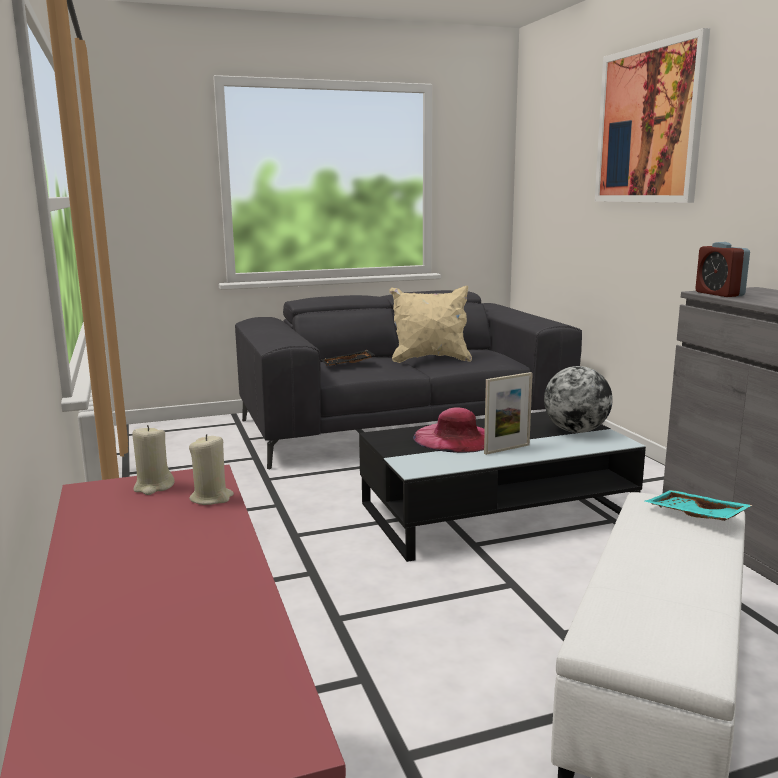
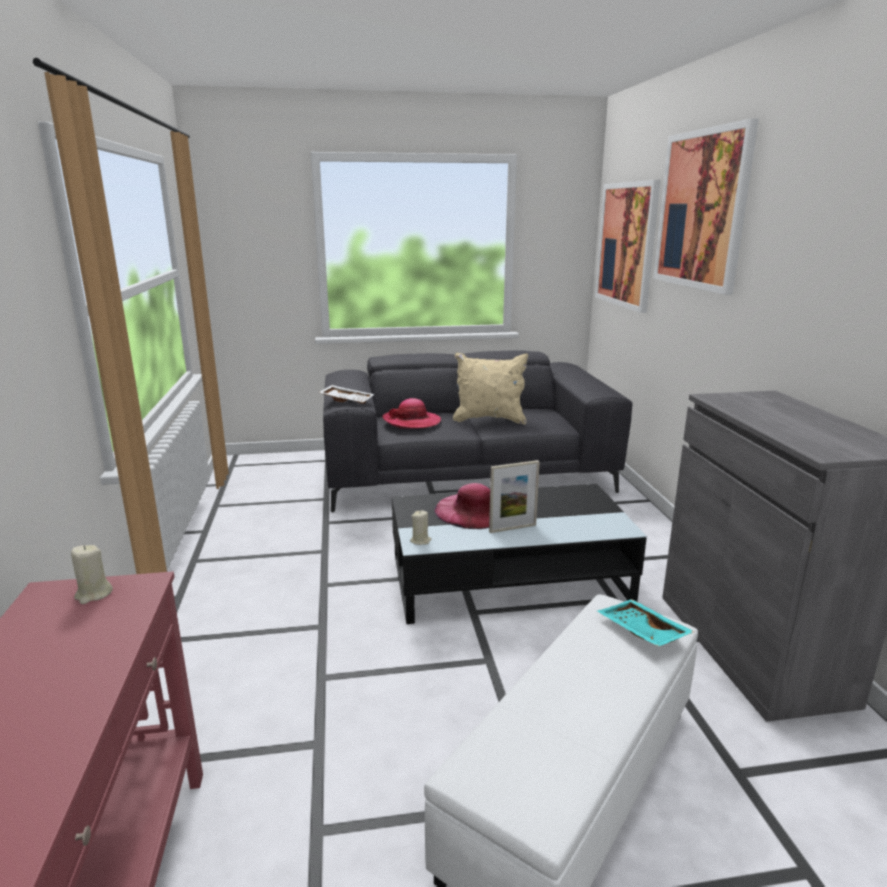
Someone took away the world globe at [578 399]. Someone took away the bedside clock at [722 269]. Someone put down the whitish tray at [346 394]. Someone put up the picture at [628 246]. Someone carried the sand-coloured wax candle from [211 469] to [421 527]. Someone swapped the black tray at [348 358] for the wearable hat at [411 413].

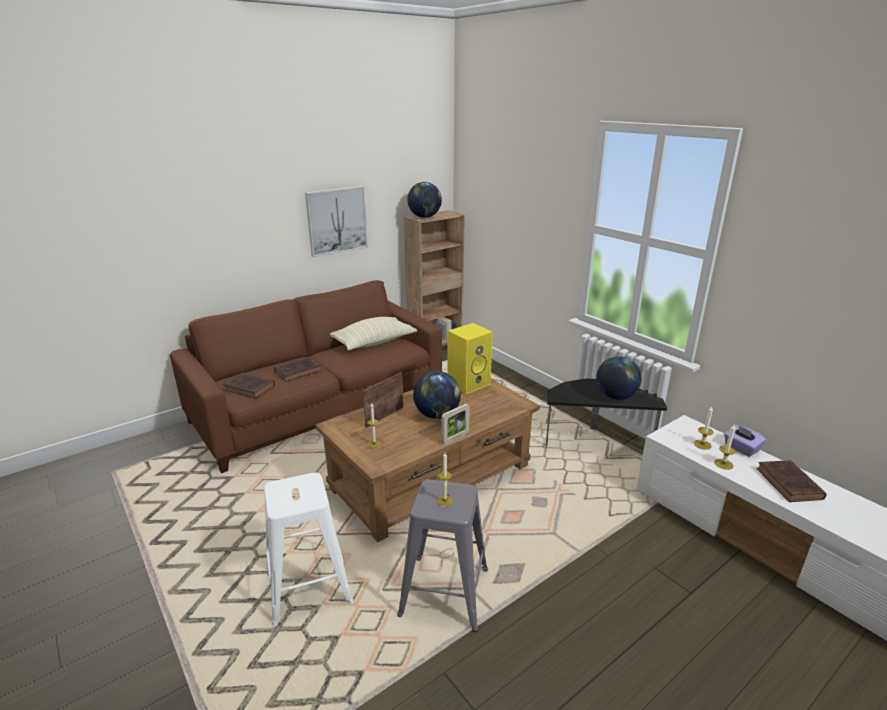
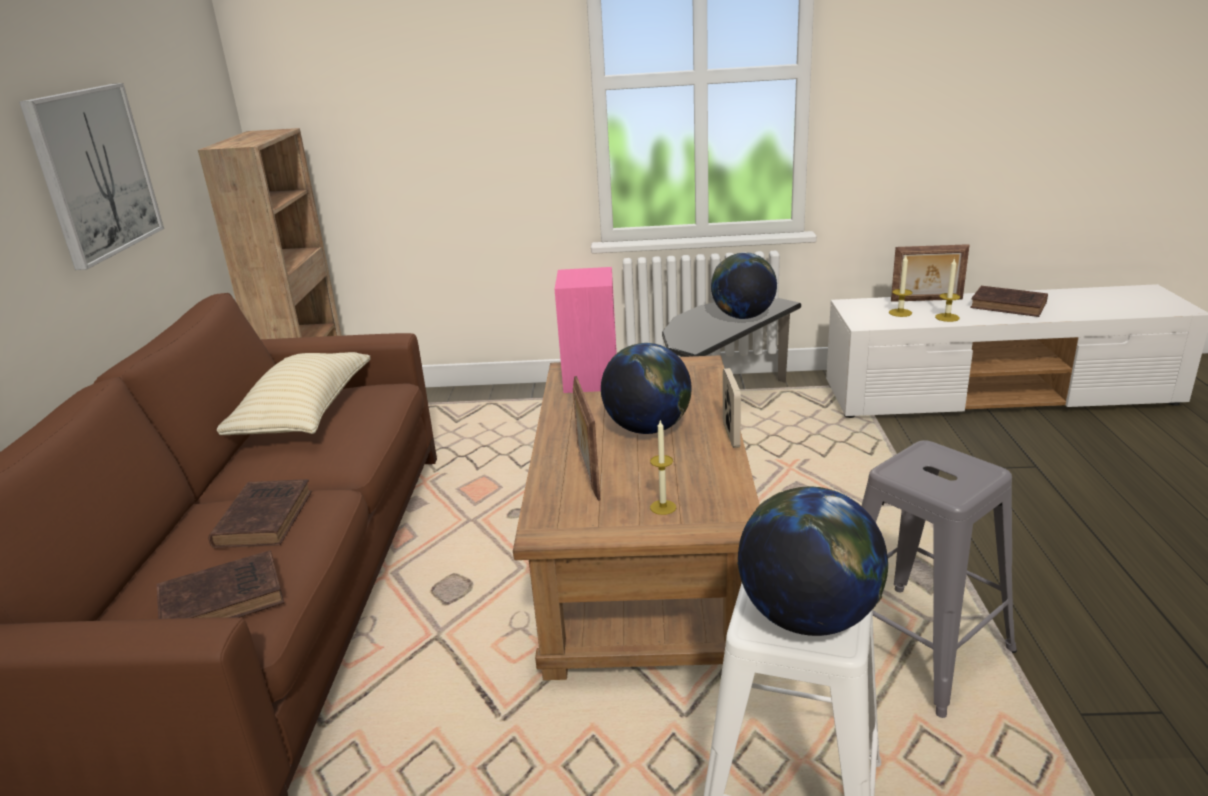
Someone took away the wax candle at [445 479]. Someone carried the world globe from [424 200] to [812 561]. Someone swapped the purple tissue box at [745 440] for the standing frame at [930 273]. Someone repainted the yellow speaker at [470 358], which became the pink speaker at [586 330].

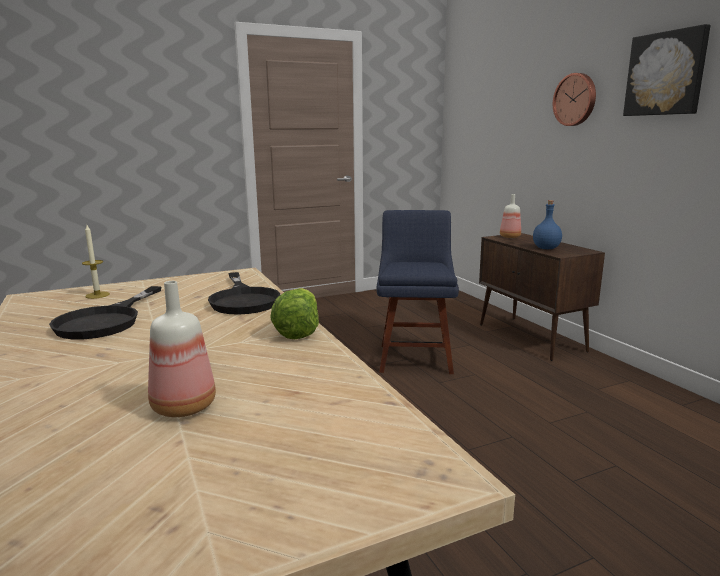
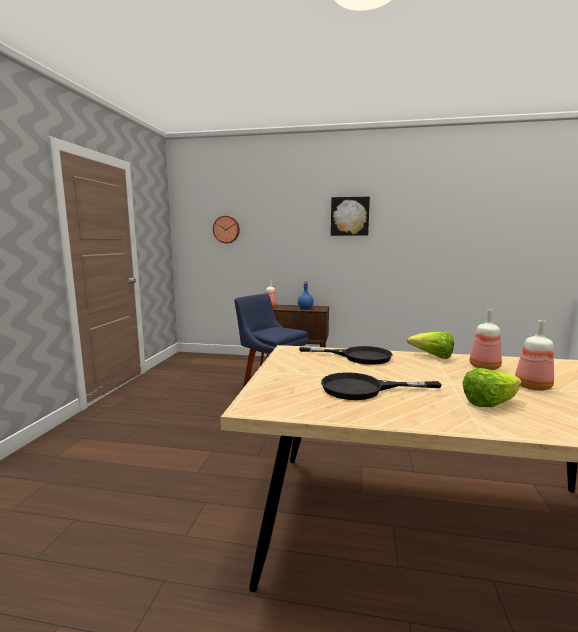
Someone took away the wax candle at [96 262]. Someone put down the lettuce head at [492 387]. Someone put down the drink bottle at [485 339]. Someone carried the hanging clock from [574 99] to [226 229]. Someone rotated the black frying pan at [105 312] by 135 degrees clockwise.

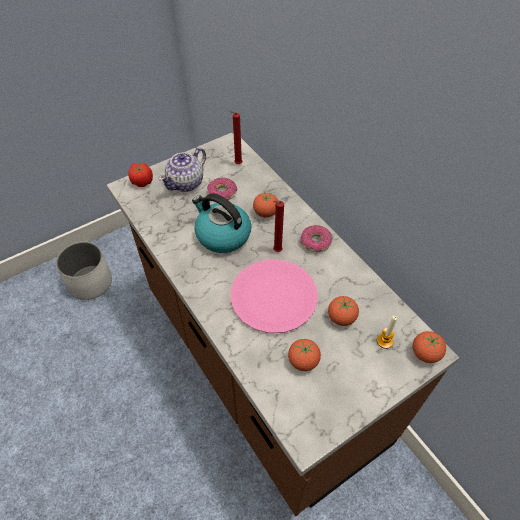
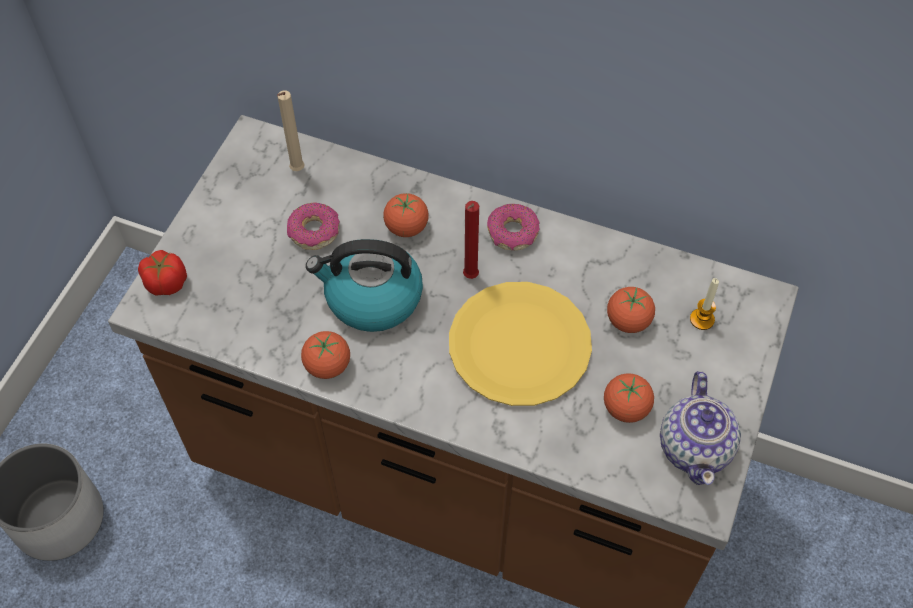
Someone carried the tea pot from [182 170] to [700 428]. Someone carried the fresh tomato from [429 347] to [325 355]. Someone repainted the red-coloured wax candle at [236 137], which became the sand-coloured wax candle at [291 130]. Someone repainted the pink dinner plate at [274 296], which became the yellow dinner plate at [520 344].

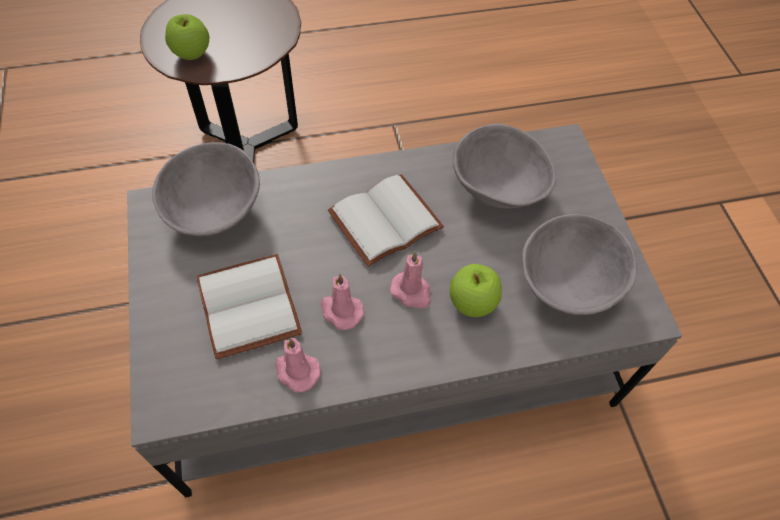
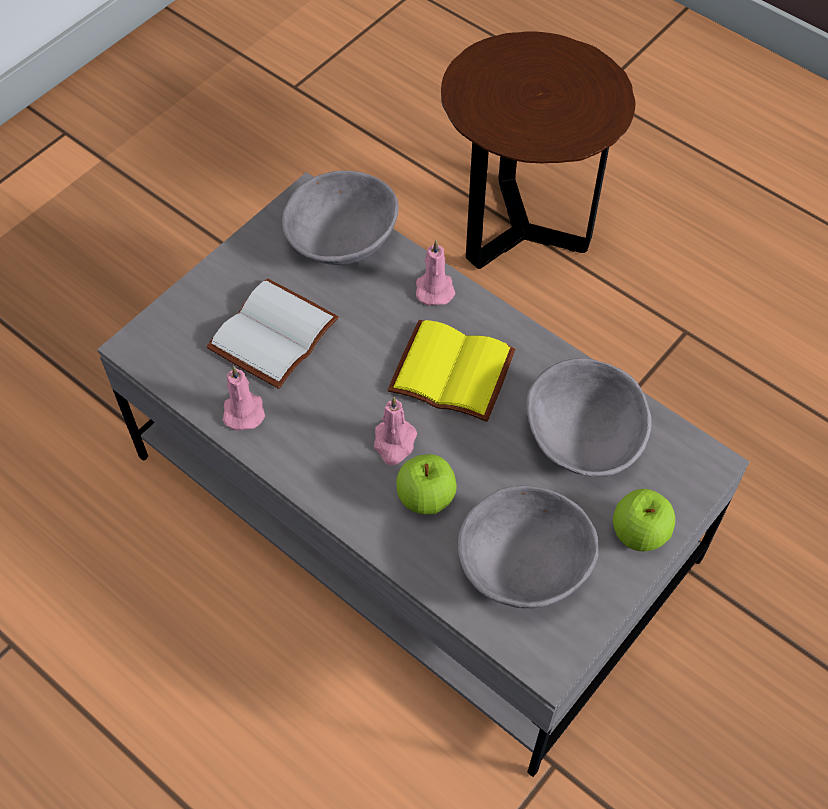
Someone carried the whole apple from [187 37] to [644 520]. Someone carried the pink wax candle from [342 302] to [435 272]. Someone repainted the whitish volume at [386 220], which became the yellow volume at [452 371].

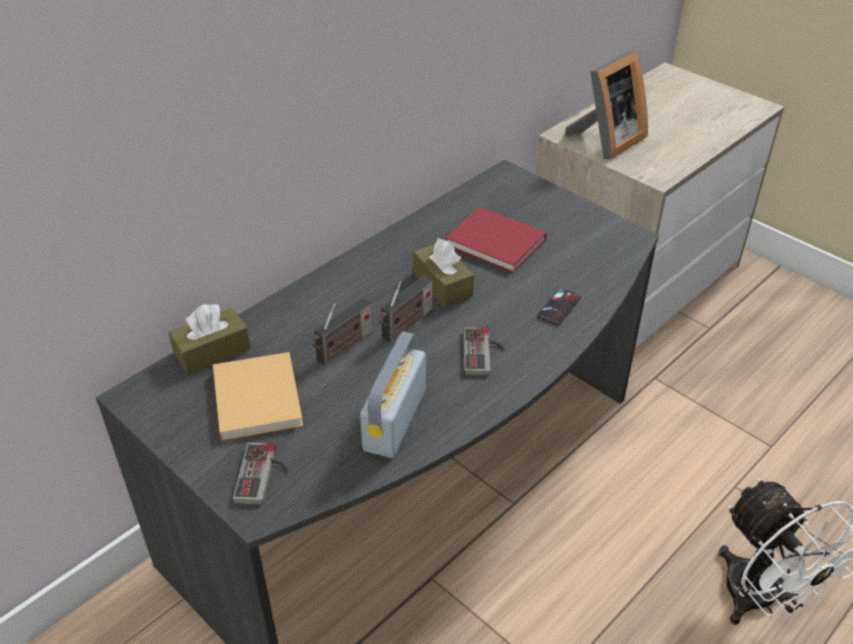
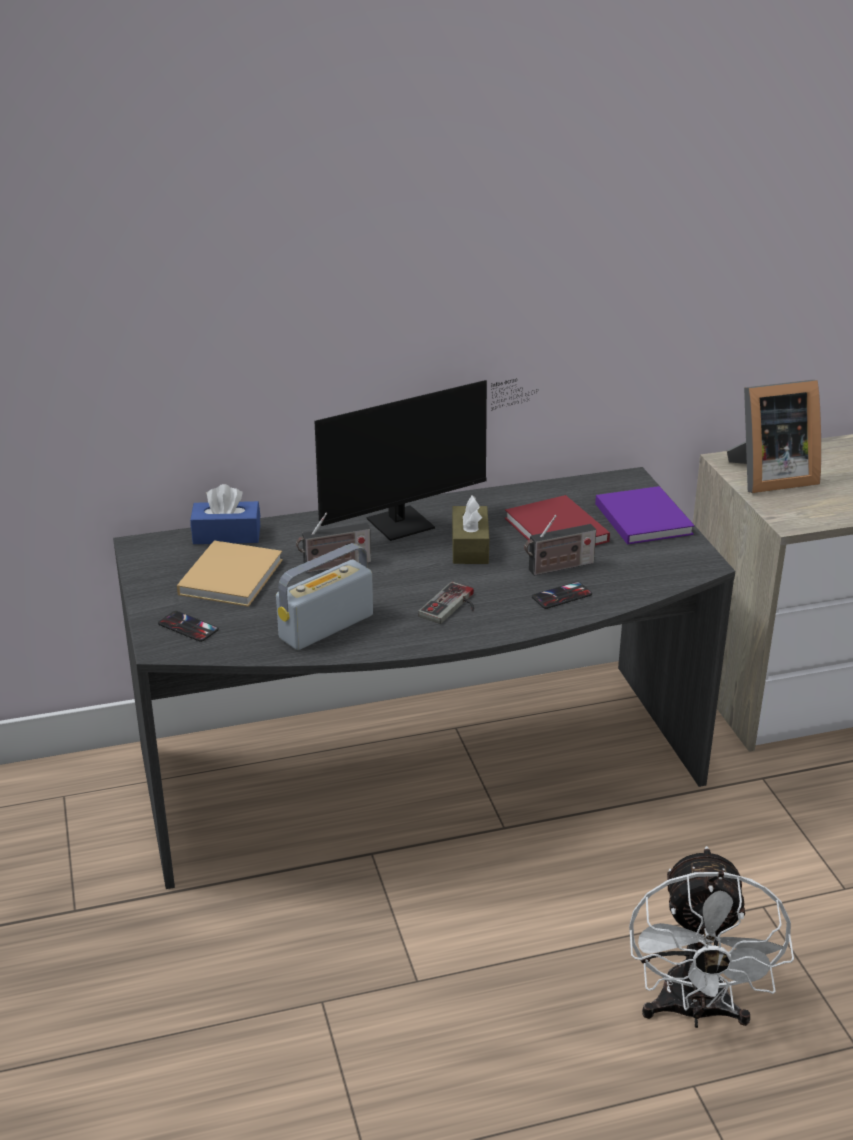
Someone put down the monitor at [426 459]. Someone put down the purple volume at [645 515]. Someone carried the radio set from [406 309] to [560 545]. Someone swapped the gamepad at [260 473] for the handset at [188 626]. Someone repainted the brownish tissue box at [209 339], which became the bluish tissue box at [225 514].

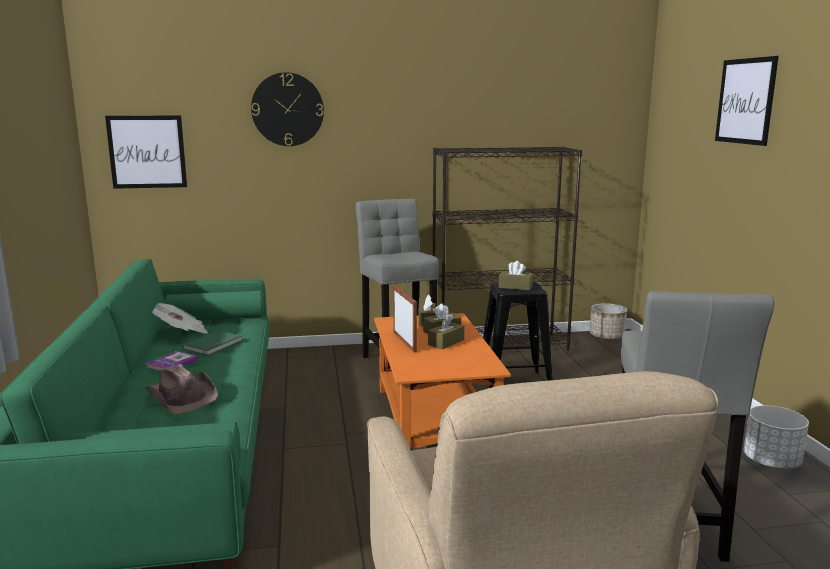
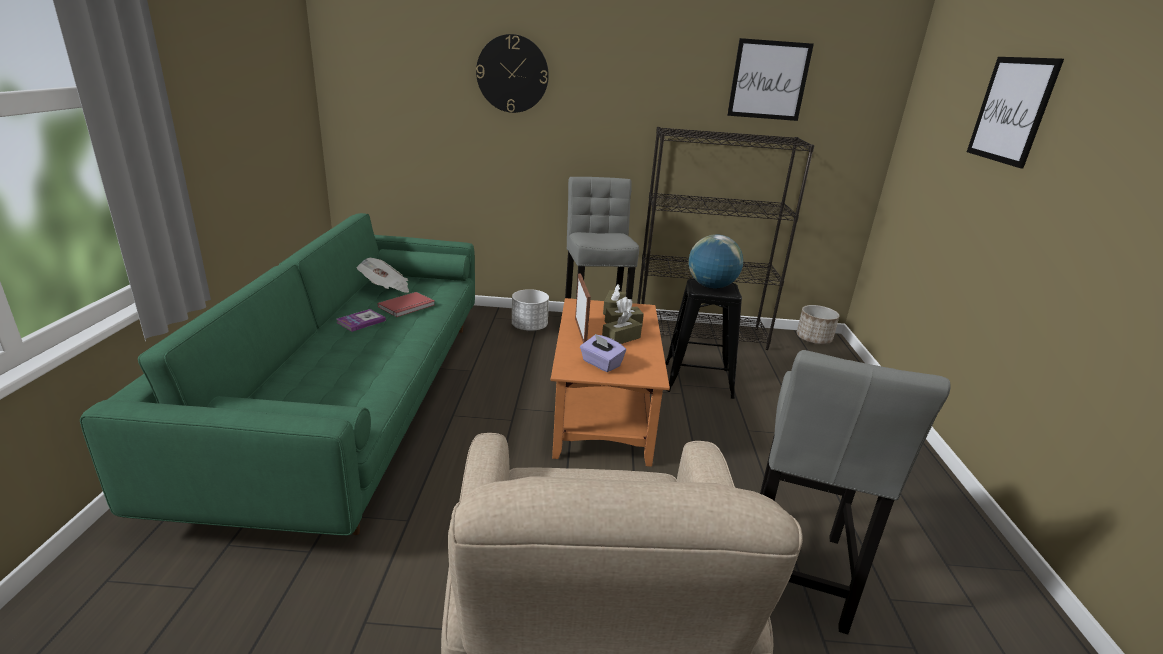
Someone took away the brownish wearable hat at [181 389]. Someone put down the purple tissue box at [603 353]. Someone carried the picture from [146 152] to [770 79]. Someone carried the whitish plant pot from [776 437] to [530 310]. Someone swapped the brownish tissue box at [516 276] for the world globe at [715 261]. Someone repainted the greenish volume at [212 343], which became the red-coloured volume at [406 304].

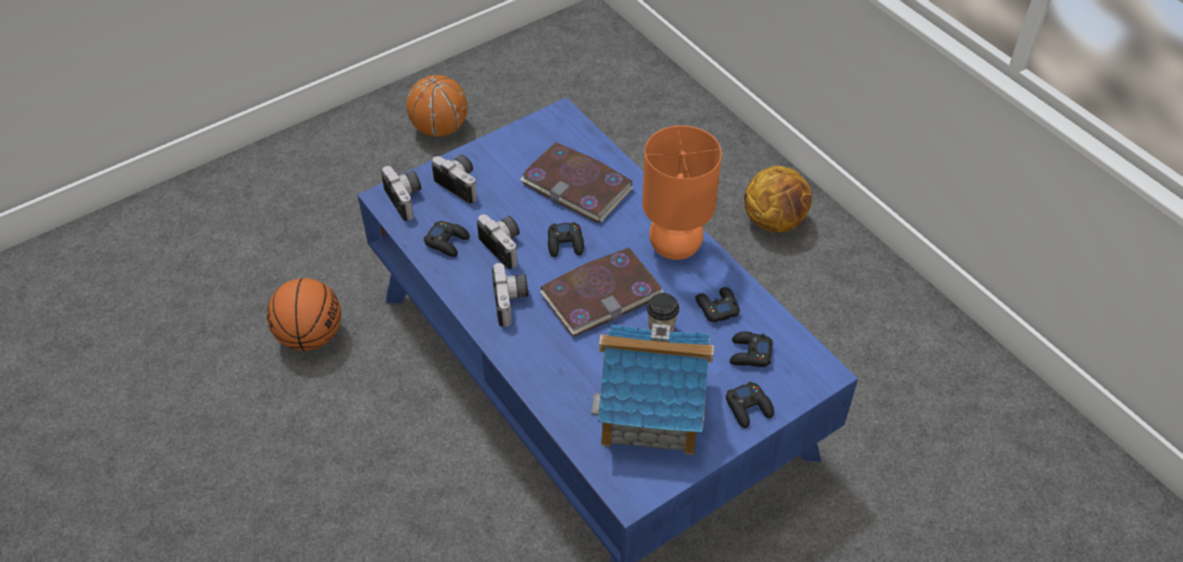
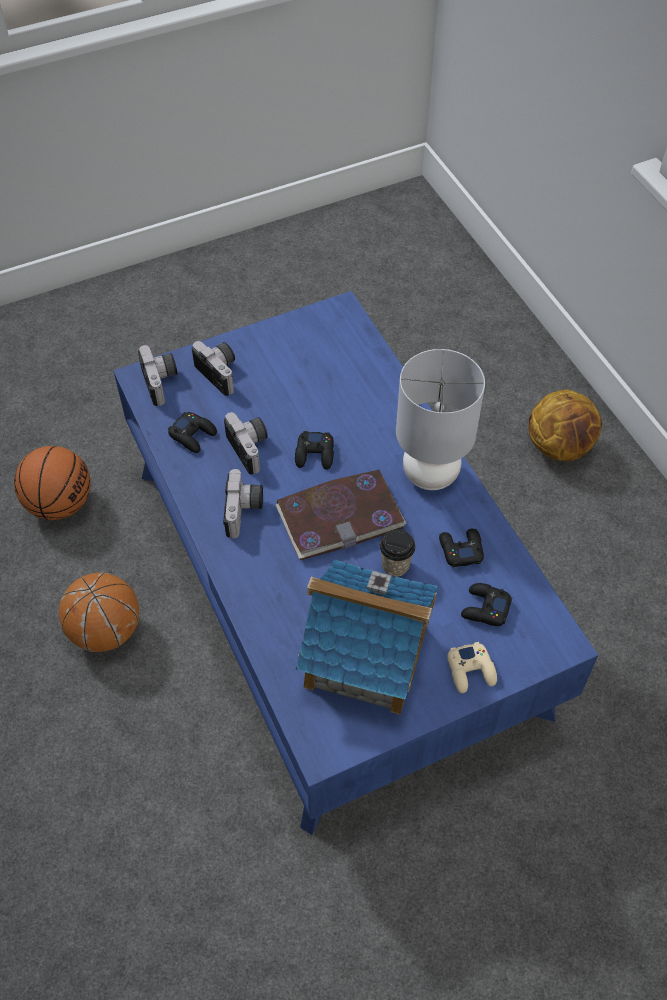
Someone took away the volume at [576 182]. Someone carried the basketball from [437 106] to [99 612]. Someone repainted the orange tabletop lamp at [682 192], which became the gray tabletop lamp at [440 419]. Someone repainted the black gamepad at [750 404], which became the sand-coloured gamepad at [472 667].

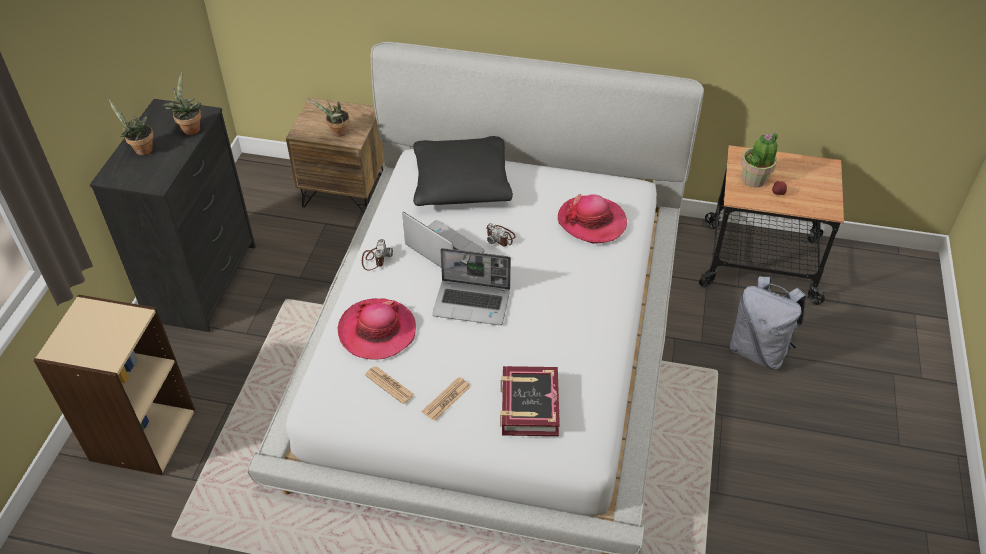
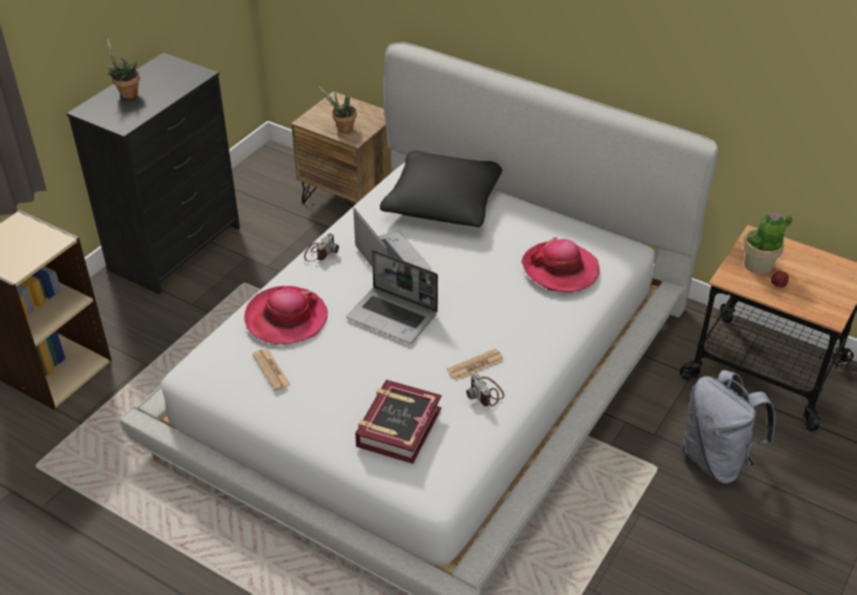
Someone took away the houseplant at [182 103]. Someone carried the newspaper from [446 399] to [475 364]. Someone carried the still camera from [501 235] to [485 389].

